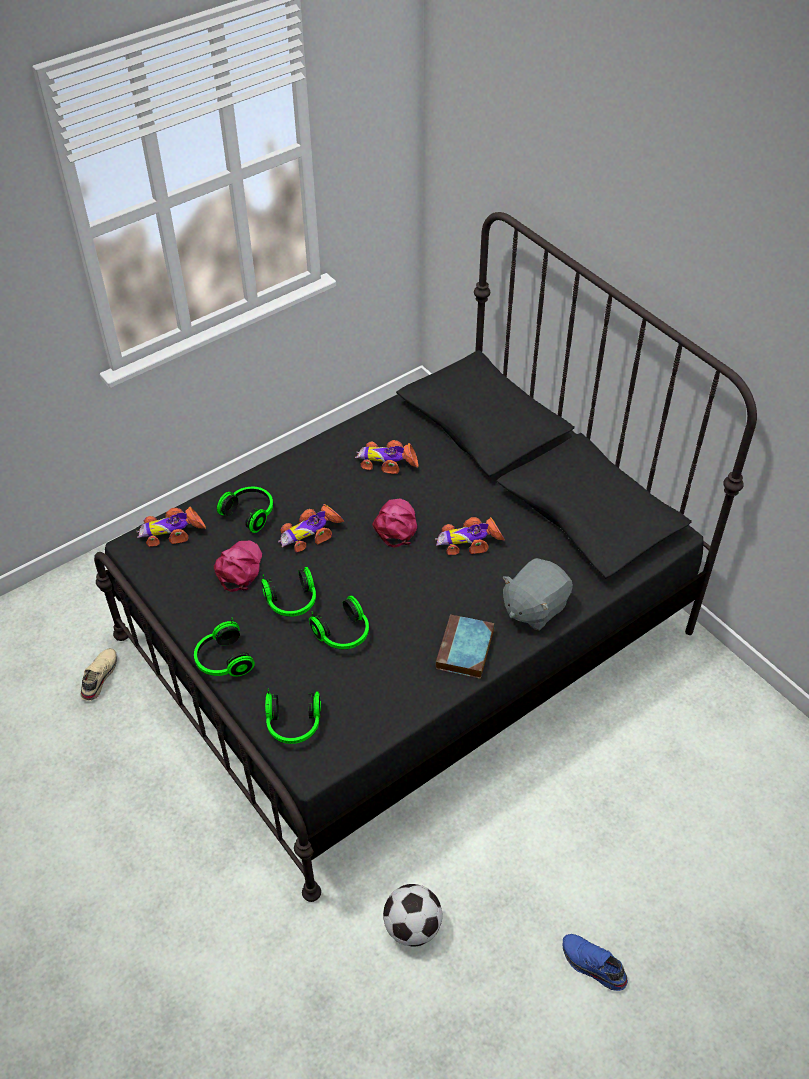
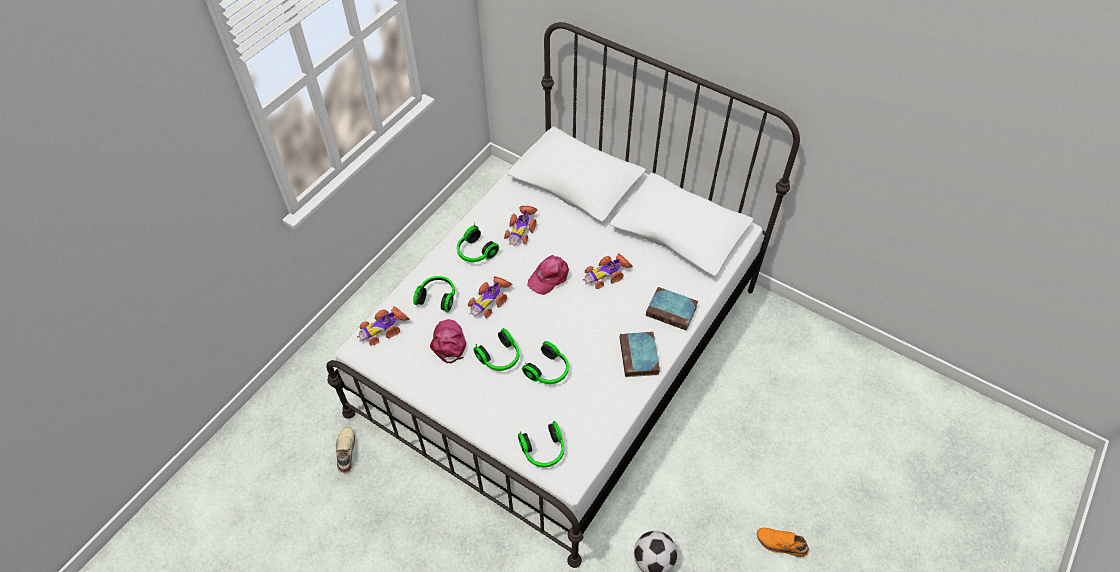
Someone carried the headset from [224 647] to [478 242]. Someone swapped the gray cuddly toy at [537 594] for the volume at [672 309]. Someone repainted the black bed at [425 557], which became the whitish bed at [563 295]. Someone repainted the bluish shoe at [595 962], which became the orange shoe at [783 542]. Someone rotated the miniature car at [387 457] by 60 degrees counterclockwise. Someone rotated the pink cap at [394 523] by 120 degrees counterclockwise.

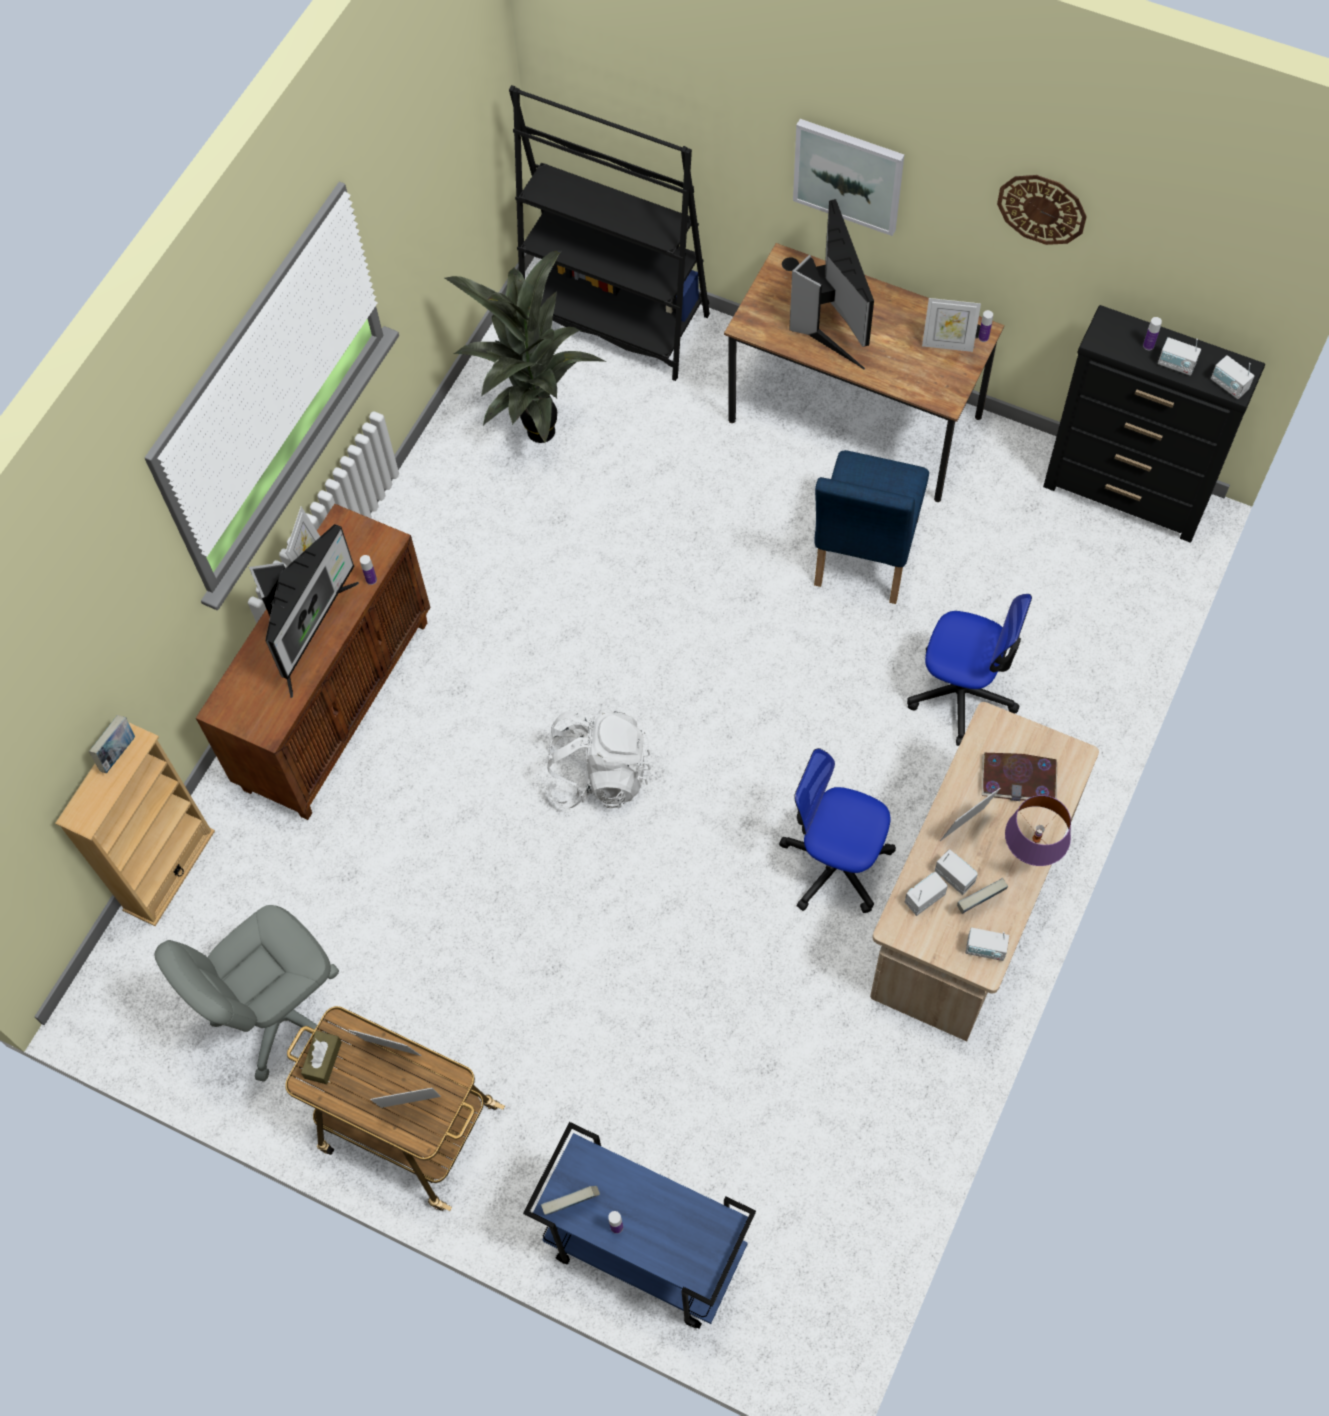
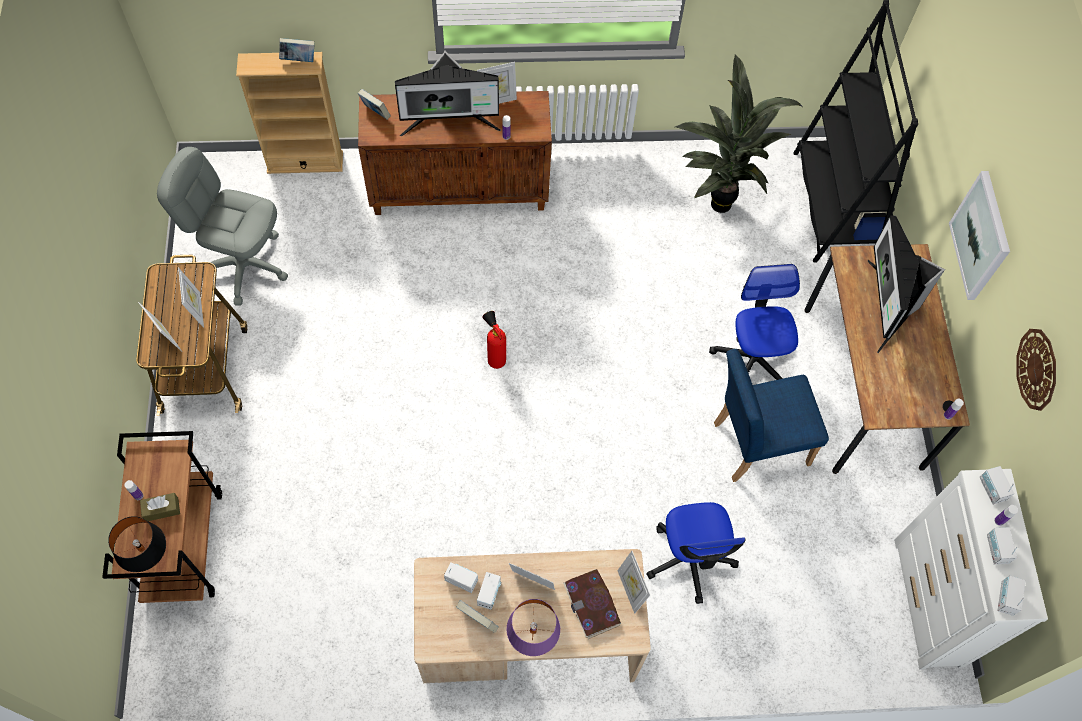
Someone put down the black tabletop lamp at [137 544]. Someone carried the brownish tissue box from [321 1057] to [160 507]. Someone carried the volume from [570 1200] to [374 104]. Someone carried the office chair from [837 830] to [754 322]. Someone carried the standing frame from [951 325] to [633 582]. Someone carried the radio set from [987 944] to [997 485]. Someone swapped the whitish rucksack at [597 760] for the fire extinguisher at [494 340]. Someone repainted the bluish wheeled cart at [639 1225], which became the brownish wheeled cart at [162 517]. Someone repainted the black dresser at [1154 423], which became the whitish dresser at [971 569]. Someone rotated the monitor at [831 284] by 135 degrees clockwise.

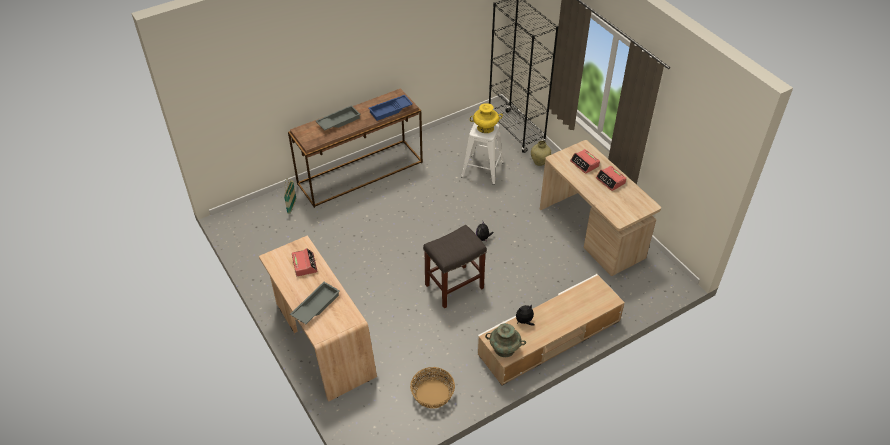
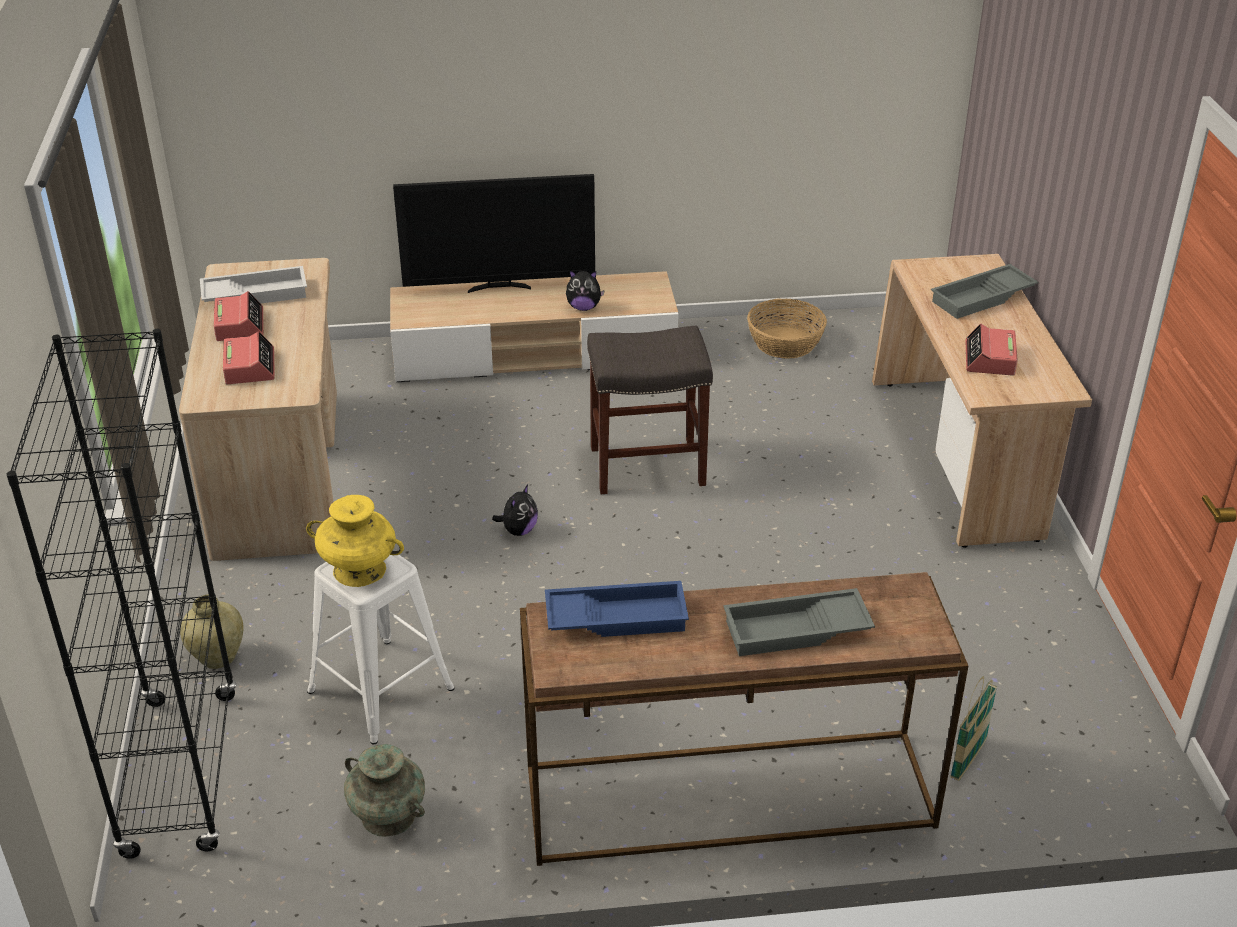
Someone put down the whitish tray at [253 284]. Someone put down the television at [494 233]. Someone carried the turquoise decorative vase from [505 340] to [384 790].

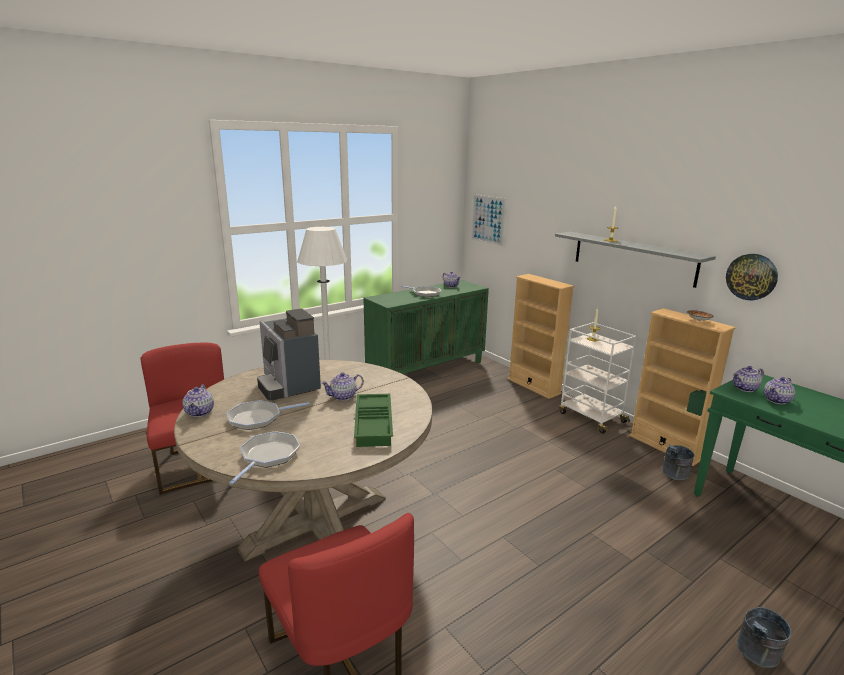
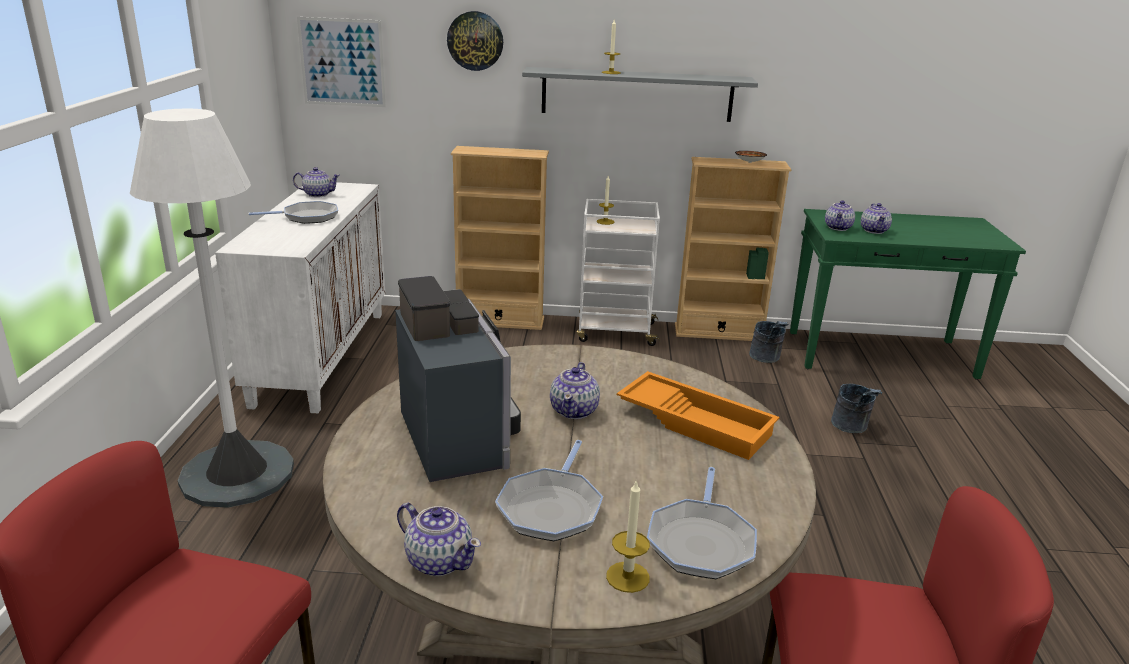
Someone put down the wax candle at [628 536]. Someone carried the hanging clock from [752 277] to [475 41]. Someone carried the gray water bucket from [764 637] to [856 408]. Someone repainted the greenish tray at [373 420], which became the orange tray at [698 415]. Someone repainted the greenish storage cabinet at [426 327], which became the whitish storage cabinet at [300 298]. Someone rotated the frying pan at [264 458] by 135 degrees counterclockwise. Someone rotated the coffee machine at [289 355] by 120 degrees counterclockwise.

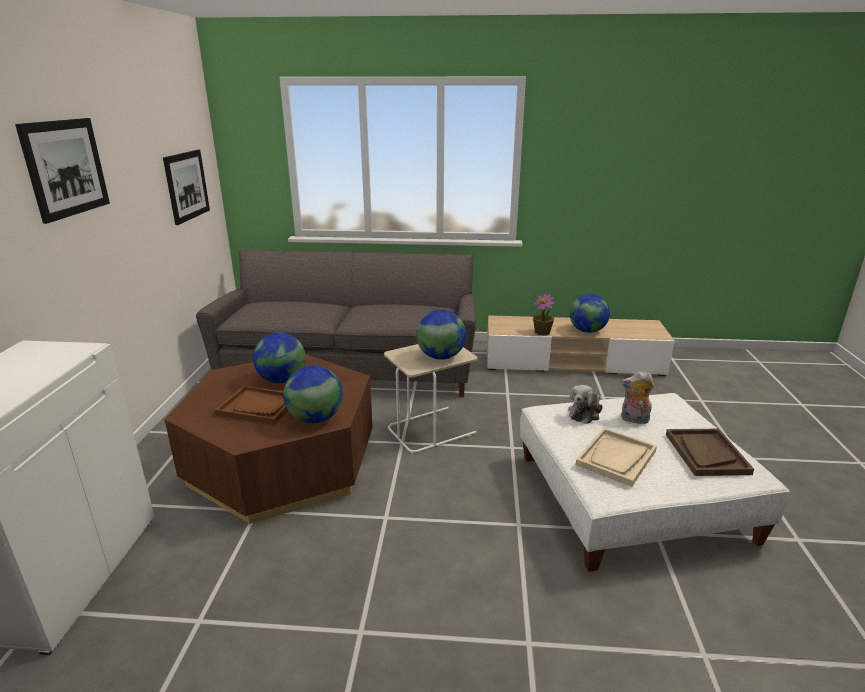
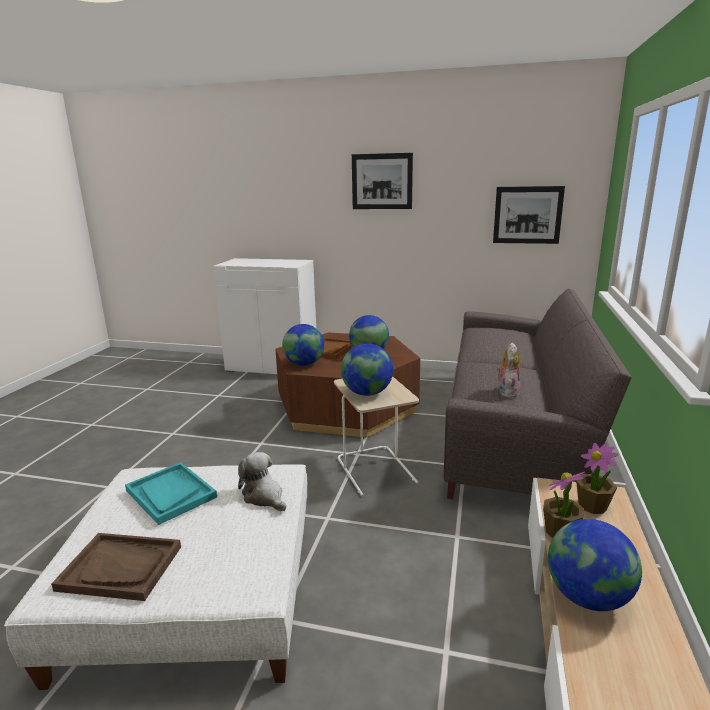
Someone put down the houseplant at [597 478]. Someone carried the cuddly toy from [637 397] to [508 370]. Someone repainted the sand-coloured tray at [616 457], which became the turquoise tray at [171 493].

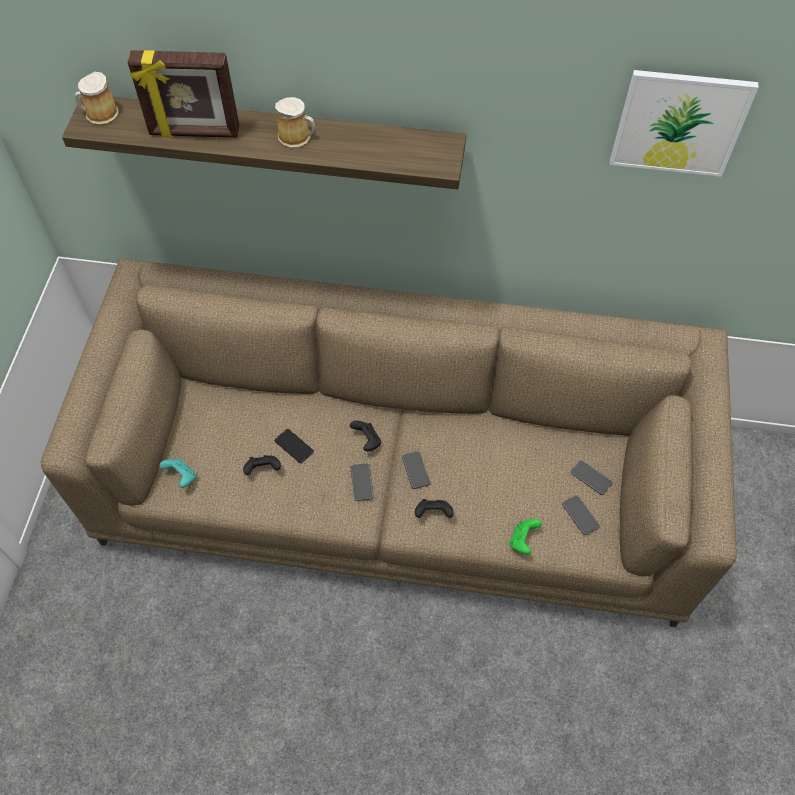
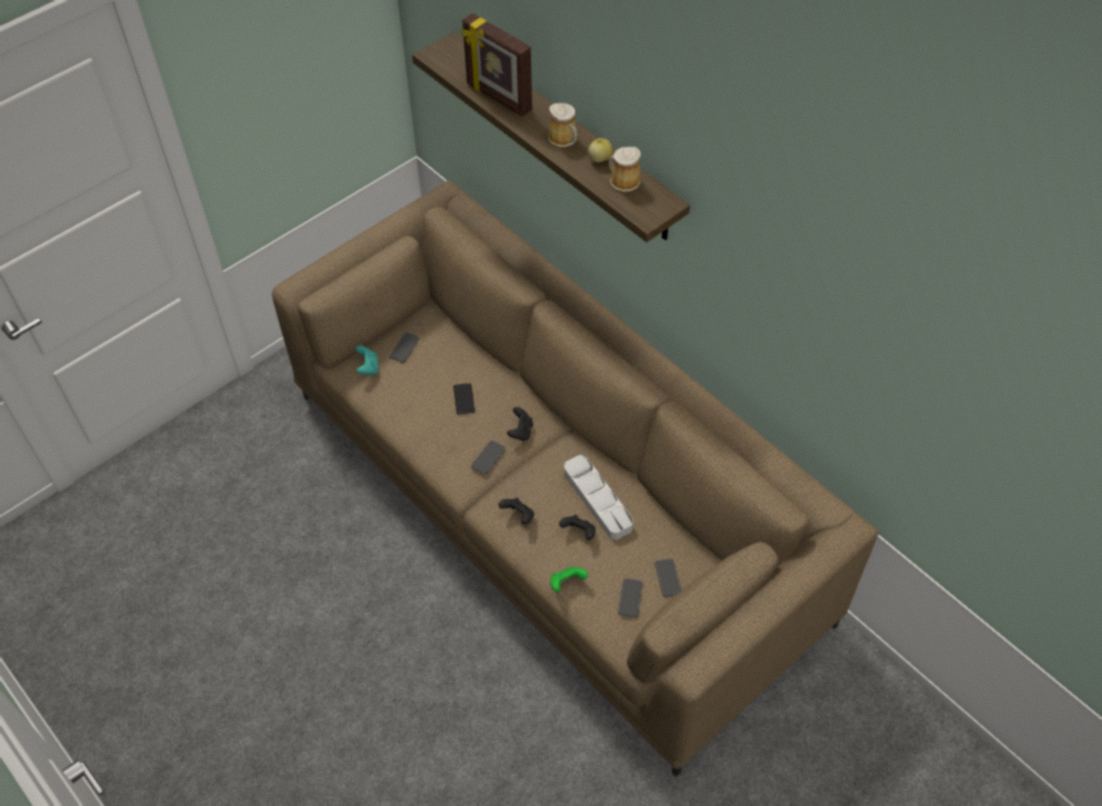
Someone took away the picture at [684 123]. Someone put down the gray tray at [598 497]. Someone put down the whole apple at [600 150]. Someone carried the tea mug from [96 98] to [625 169]. Someone carried the black gamepad from [262 465] to [577 527]. Someone carried the handset from [416 470] to [404 347].

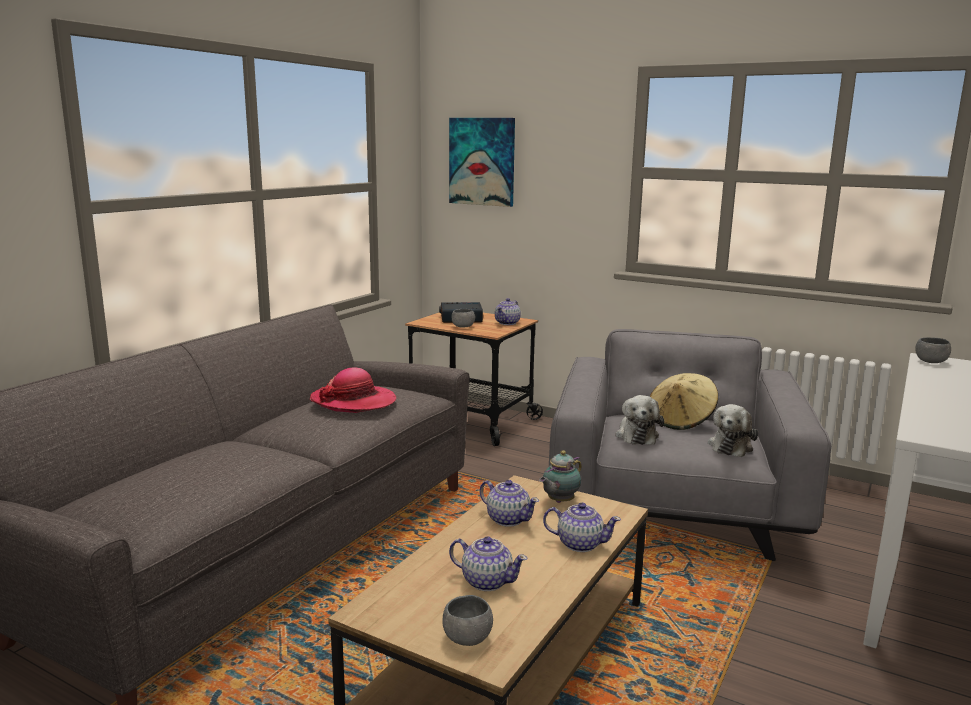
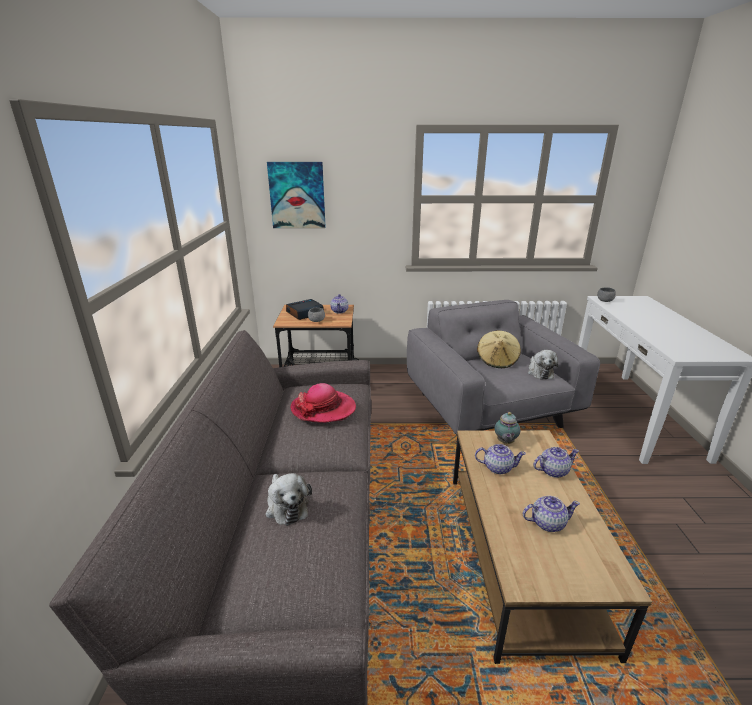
Someone took away the gray deep dish at [467 620]. Someone carried the cuddly toy from [639 420] to [289 499].

